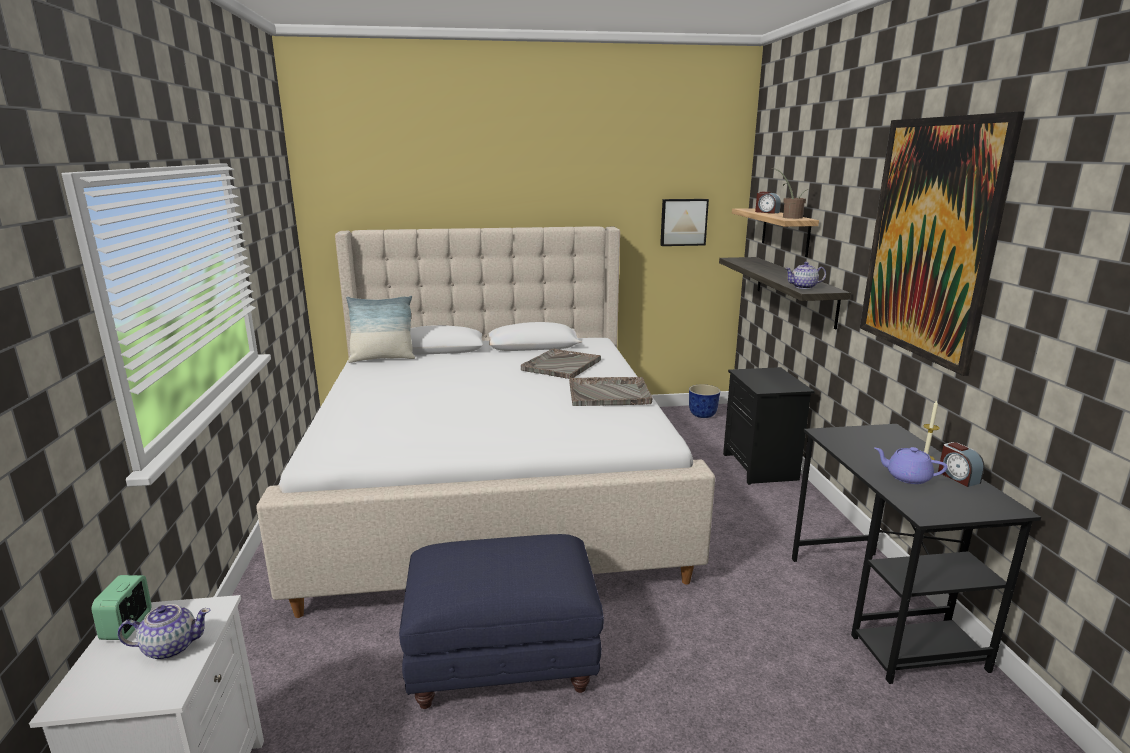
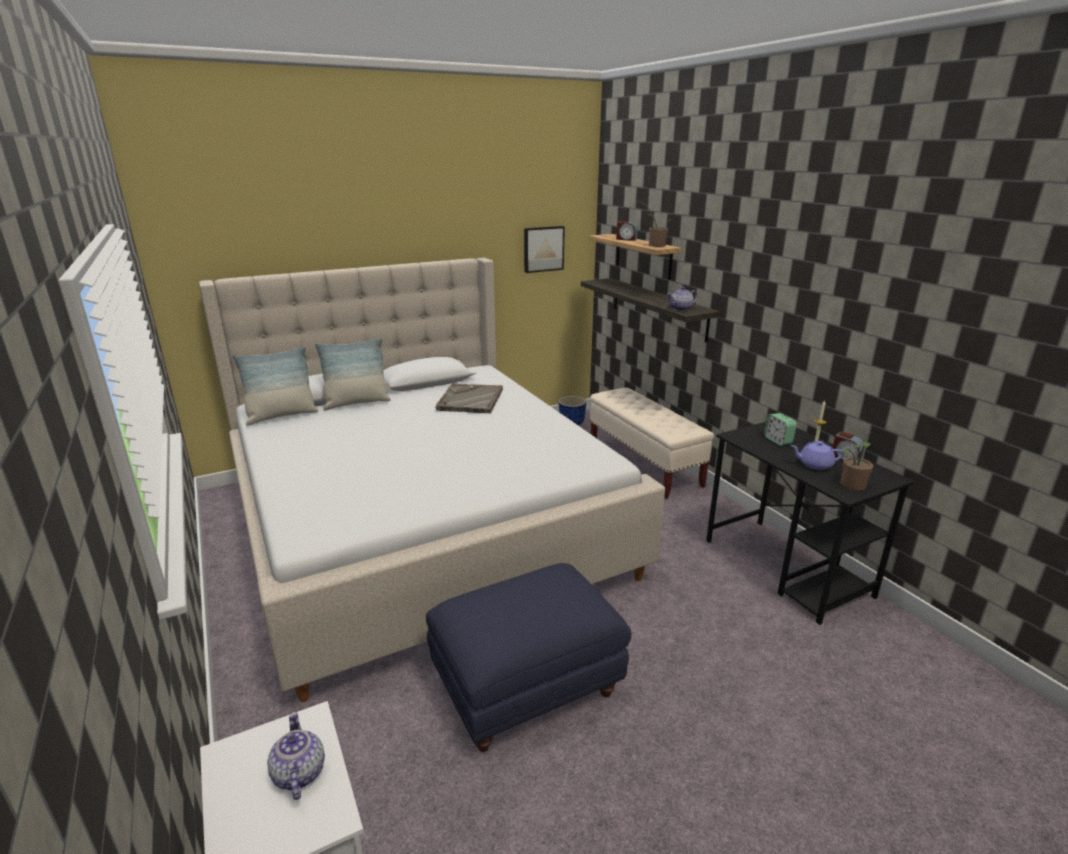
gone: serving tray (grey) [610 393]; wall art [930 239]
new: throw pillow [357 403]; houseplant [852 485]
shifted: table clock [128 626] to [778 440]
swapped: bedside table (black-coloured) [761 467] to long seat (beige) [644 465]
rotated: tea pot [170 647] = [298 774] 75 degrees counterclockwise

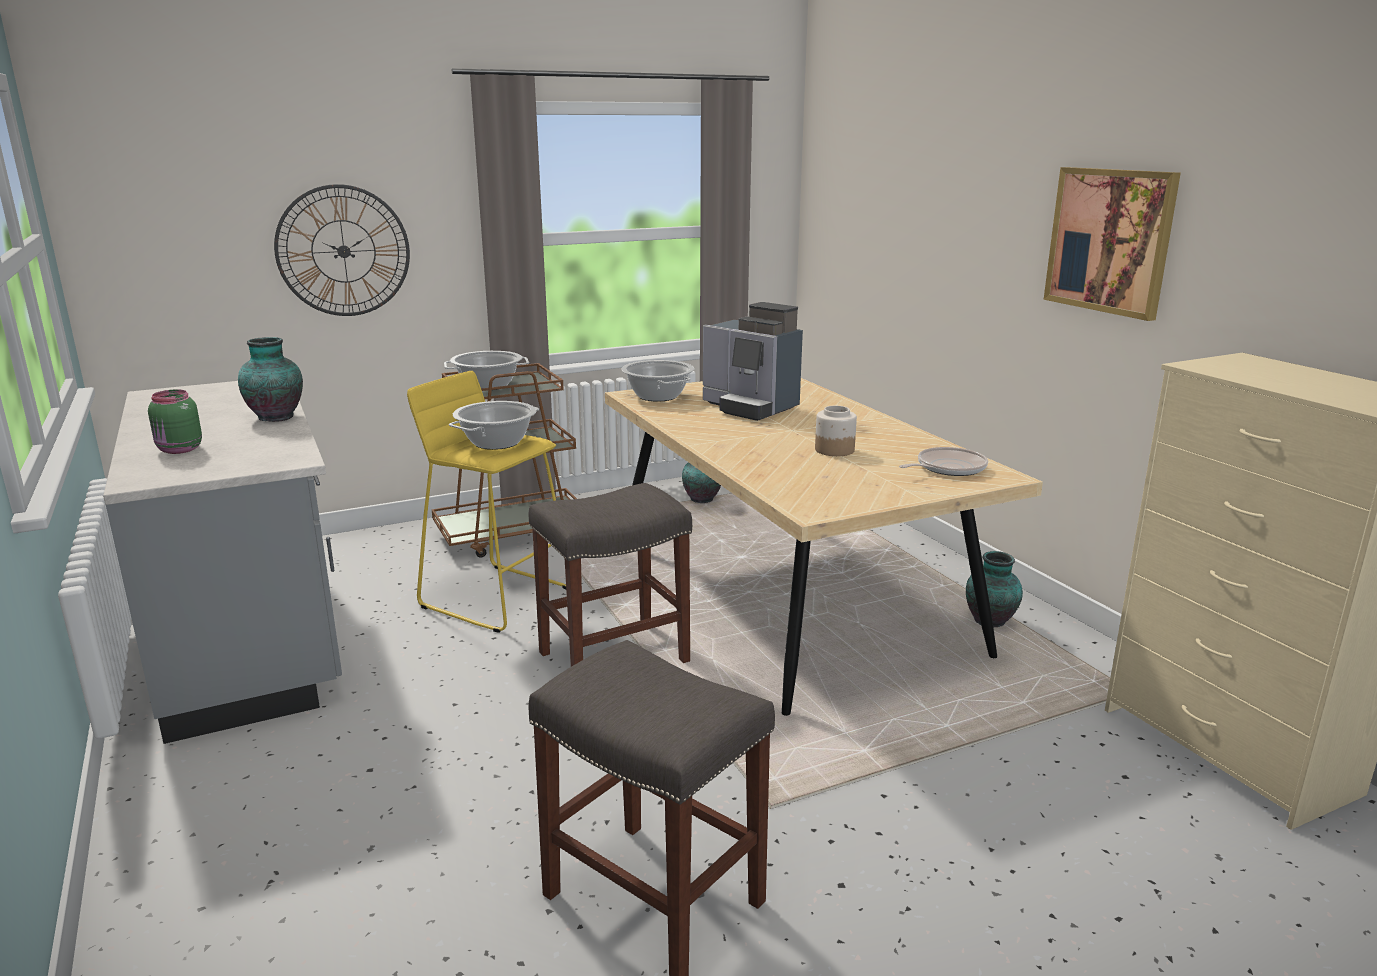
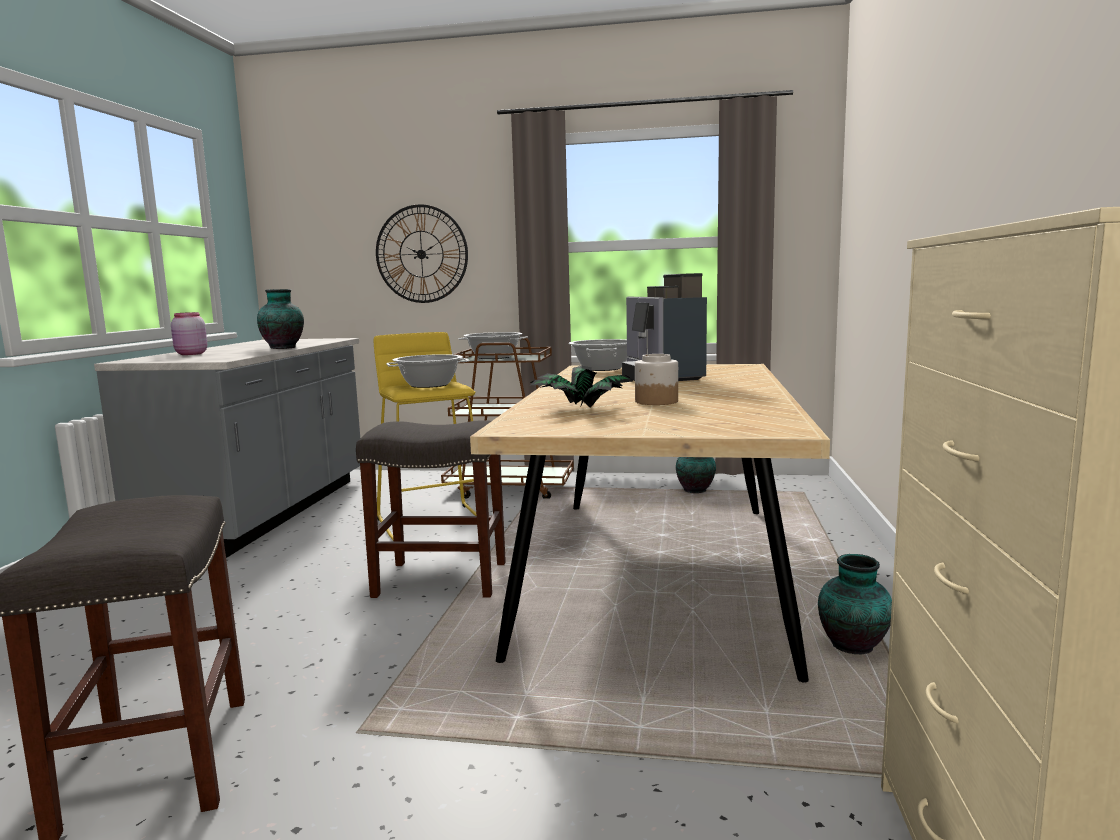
gone: skillet [948 468]; wall art [1110 241]
new: houseplant [581 408]
repainted: storage jar (greenish) [179 450] to storage jar (pinkish) [190 354]

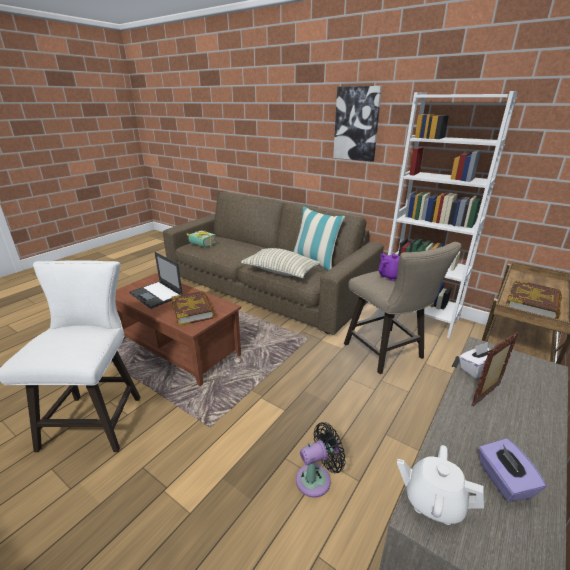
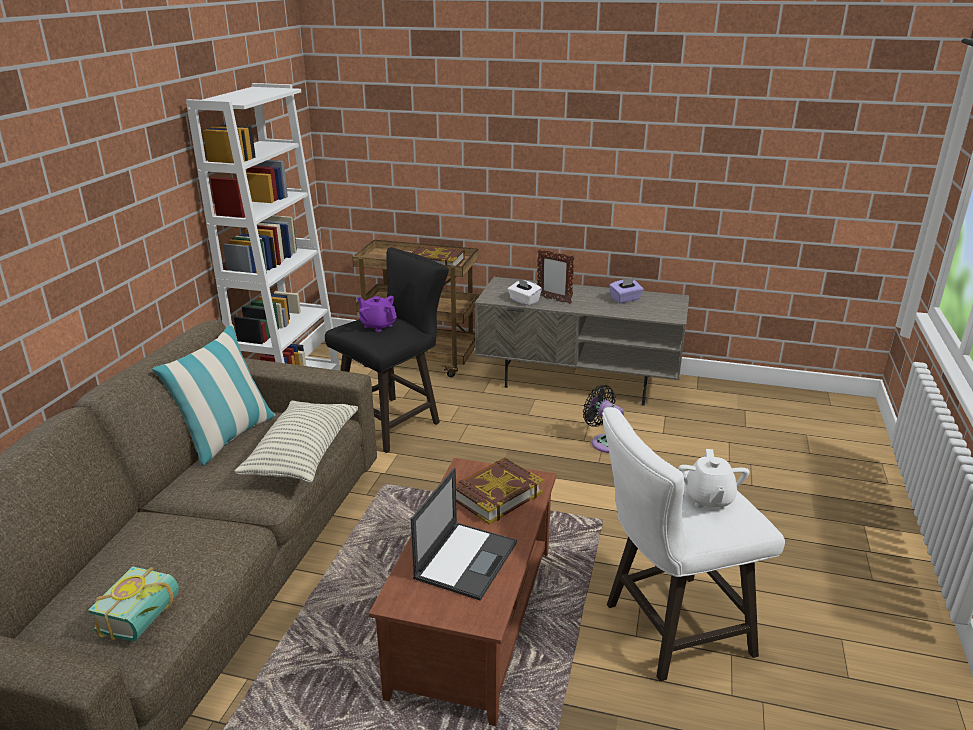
gone: wall art [356 124]
shifted: tea pot (white) [433 501] to [709 498]
repainted: sitting stool (beige) [387 353] to sitting stool (black-coloured) [394 420]

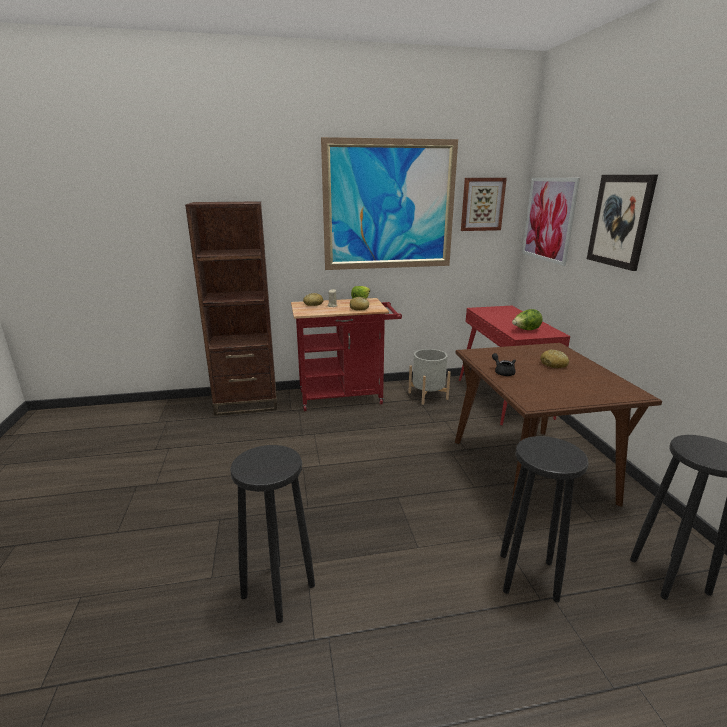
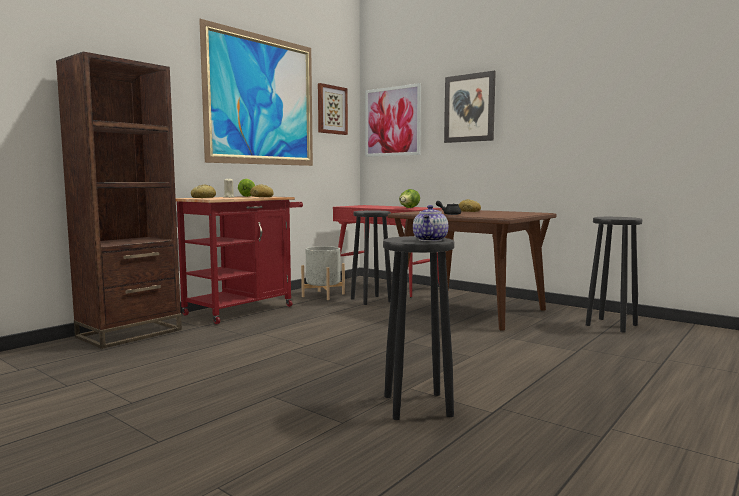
new: tea pot [431 240]
shifted: sitting stool (black-coloured) [529 576] to [371 300]

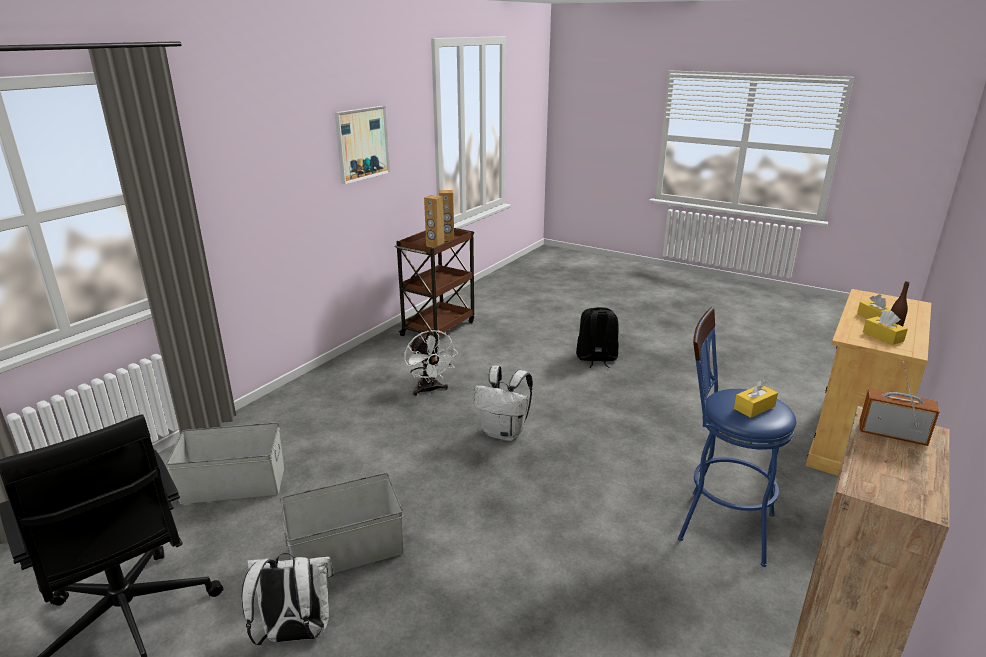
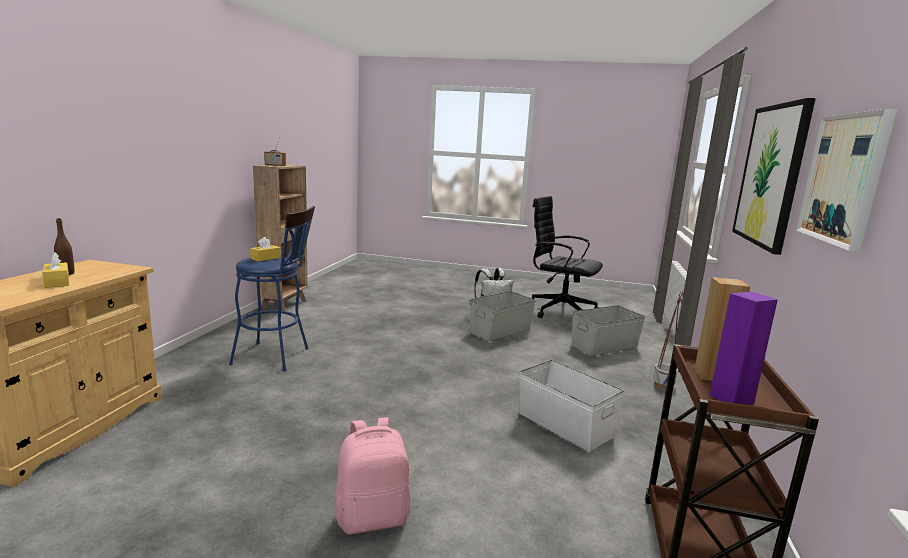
gone: knapsack (white) [504 433]; tissue holder (yellow) [882 337]
new: flower pot [663 385]; wall art [771 175]
swapped: fan (white) [430 390] to storage box (white) [564 425]
repainted: speaker (brown) [447 239] to speaker (purplish) [731 399]; knapsack (black-coloured) [596 359] to knapsack (pinkish) [372 517]

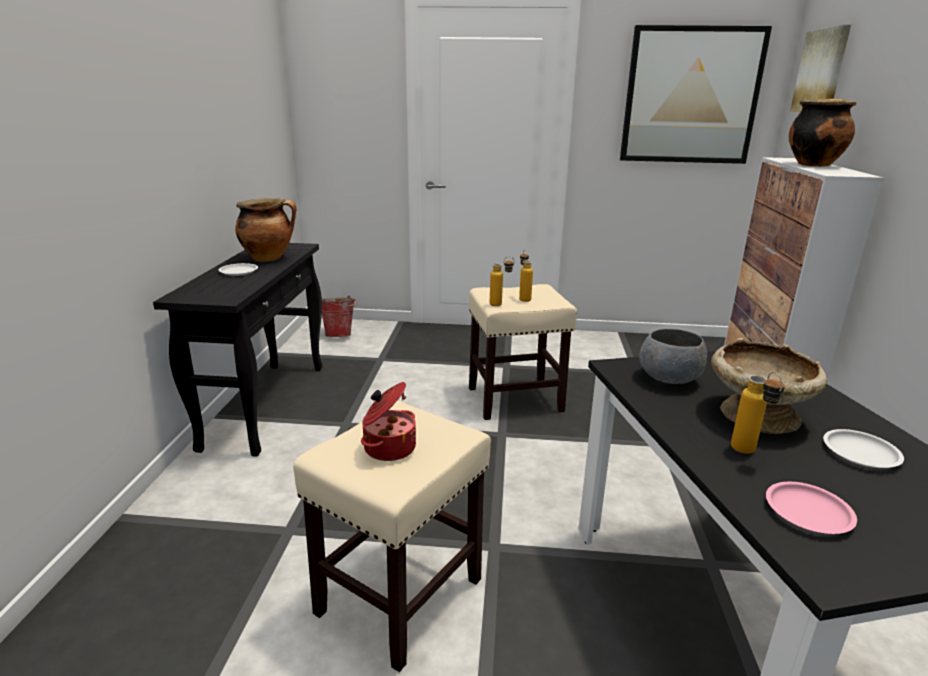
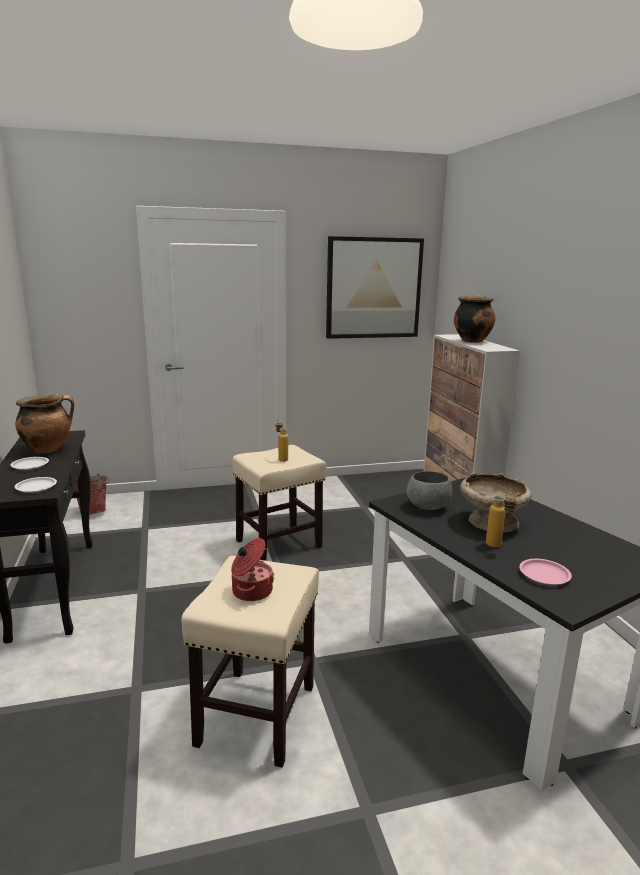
gone: drink bottle [500 305]; wall art [821 71]
shifted: plate (white) [860 453] to [36 487]

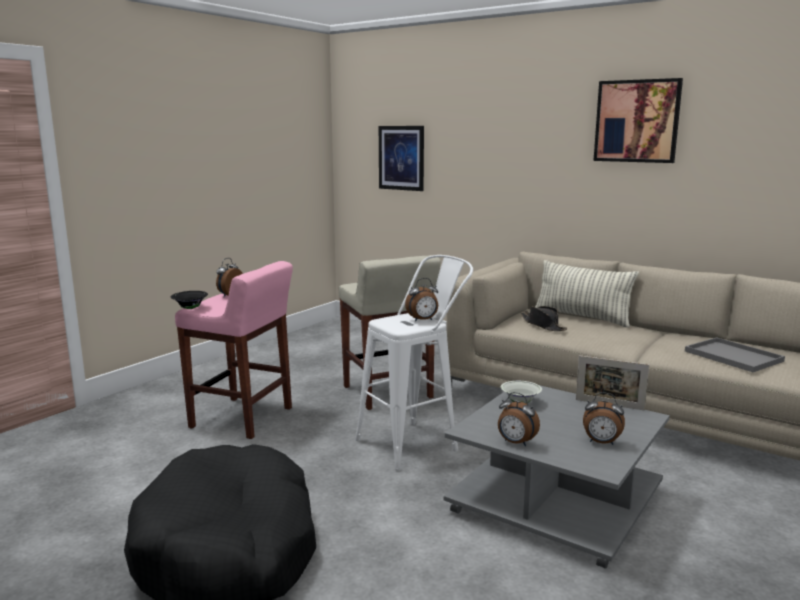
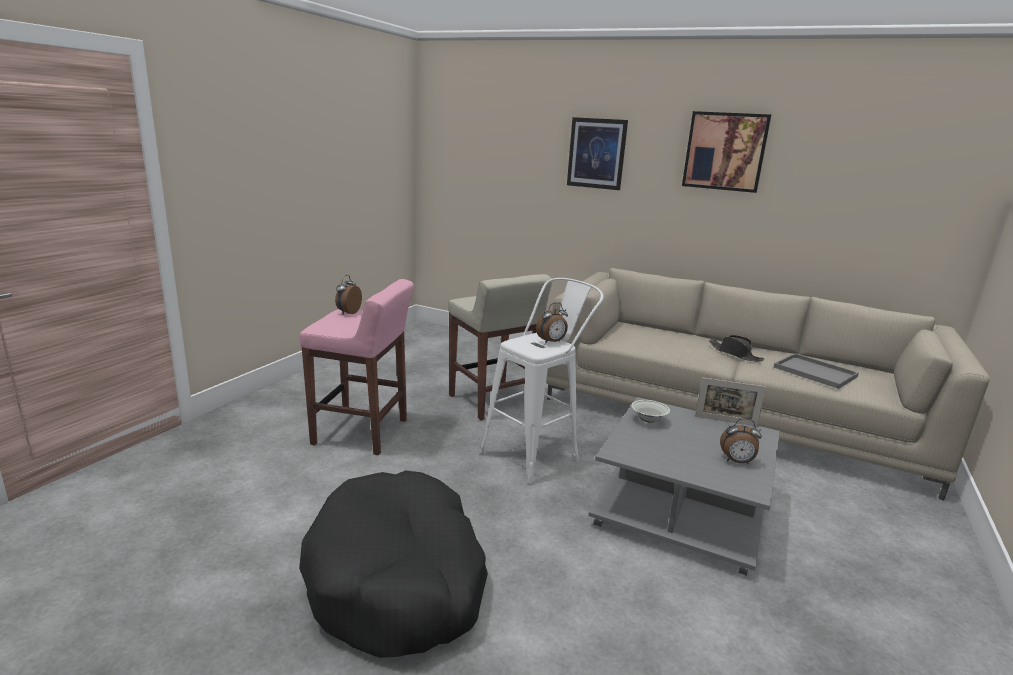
gone: serving bowl (black-coloured) [190 308]; table clock [515 443]; throw pillow [582 318]
shifted: wall art [401 158] to [596 153]; hat (black-coloured) [543 325] to [735 354]

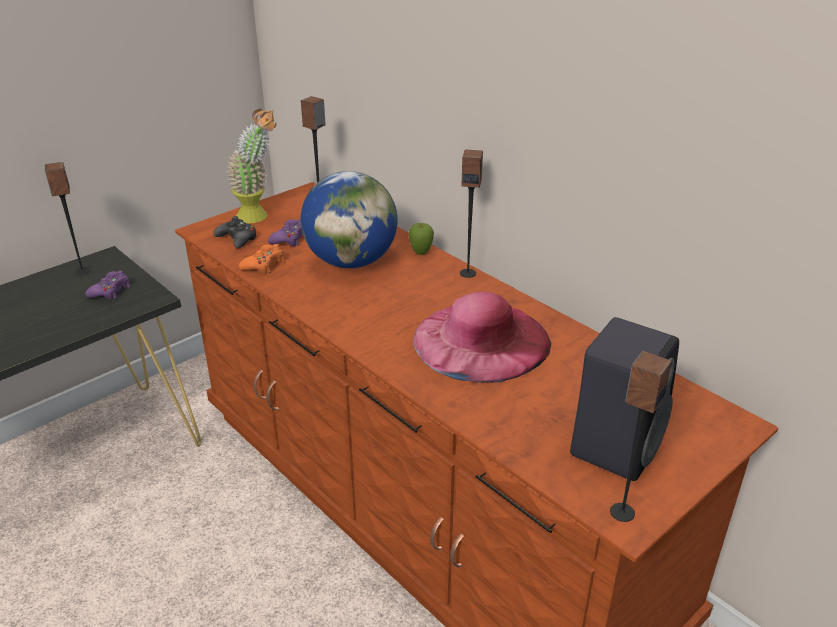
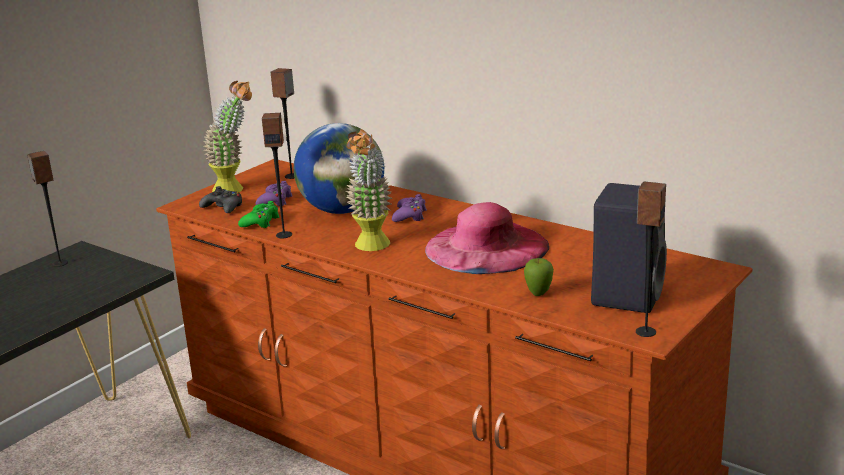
new: houseplant [372 248]
shifted: game controller (purplish) [110 291] to [410 216]; whole apple [421 253] to [538 294]; speaker [468 273] to [284 235]
repainted: game controller (orange-coloured) [264 265] to game controller (greenish) [260 222]

